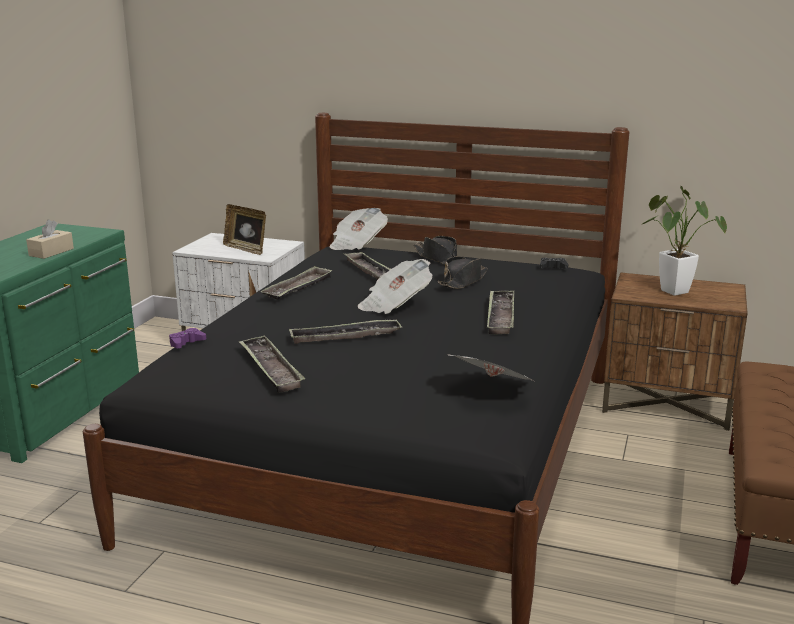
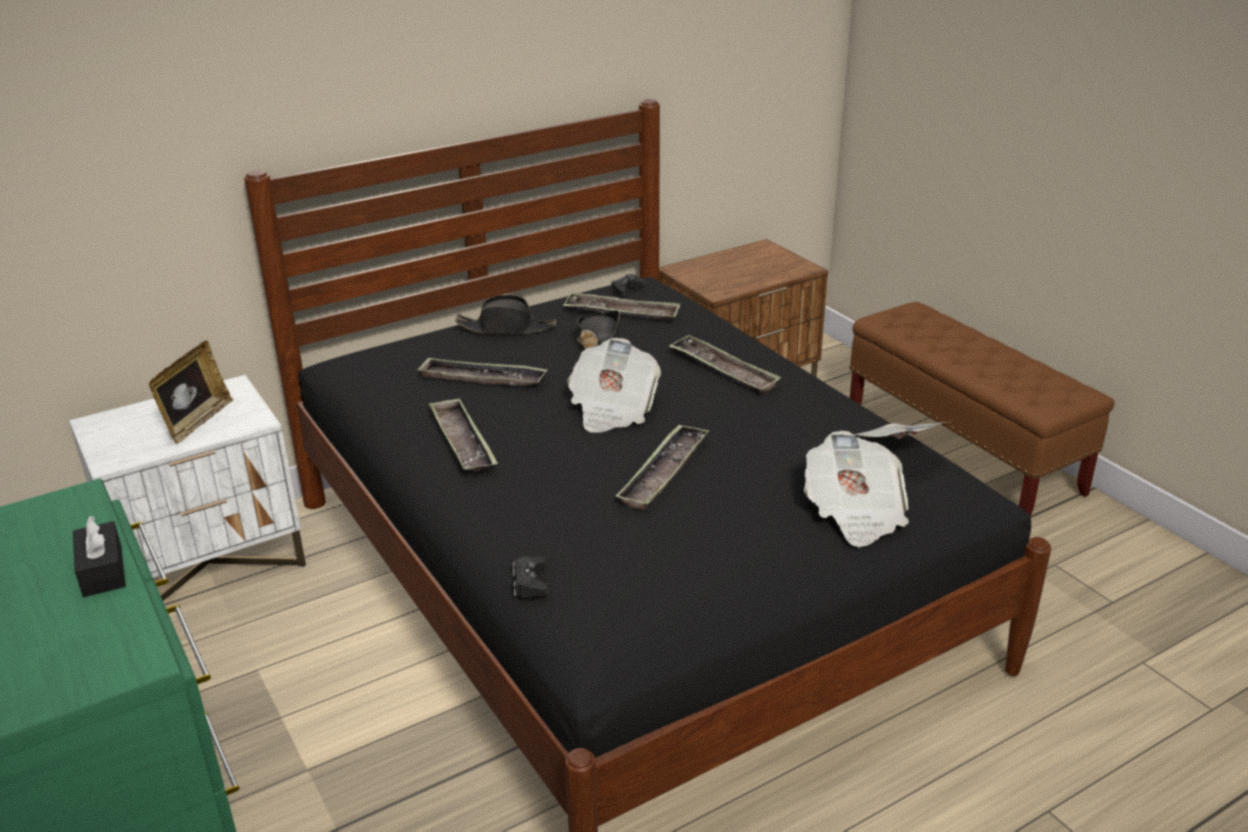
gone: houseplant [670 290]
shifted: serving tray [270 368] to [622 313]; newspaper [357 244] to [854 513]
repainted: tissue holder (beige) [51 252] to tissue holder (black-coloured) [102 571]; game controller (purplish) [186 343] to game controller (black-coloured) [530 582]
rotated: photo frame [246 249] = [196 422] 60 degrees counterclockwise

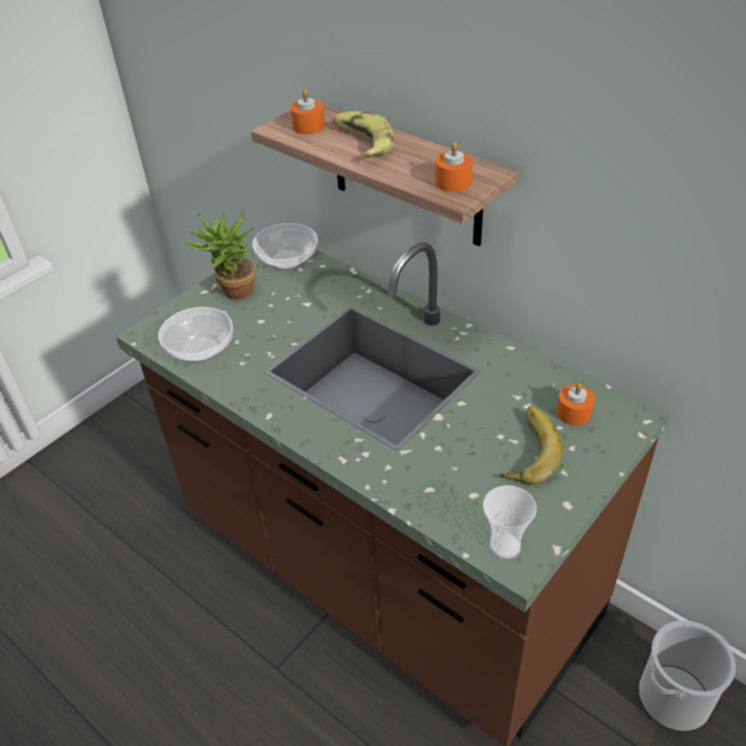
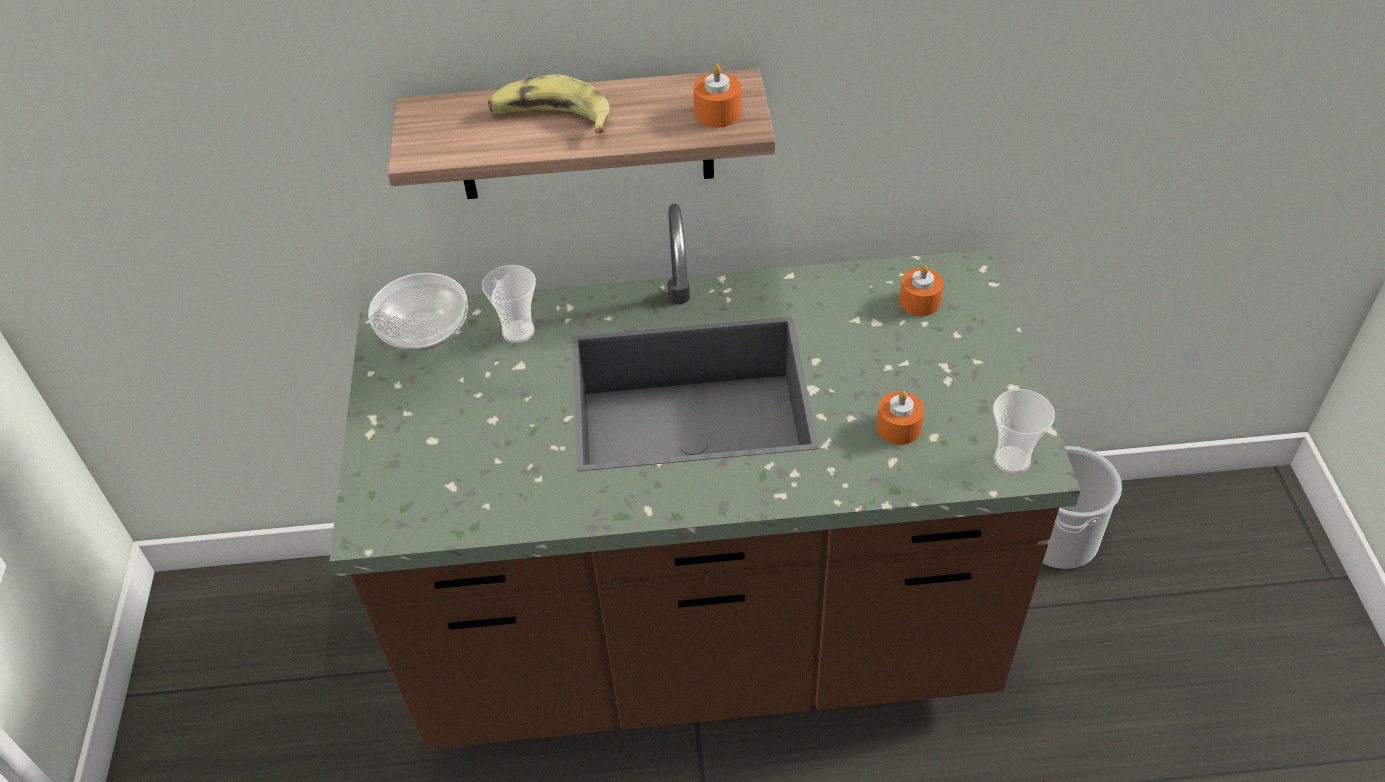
gone: serving bowl [200 349]; houseplant [233 293]; banana [526 450]
new: cup [518 331]
shifted: wax candle (orange-coloured) [308 126] to [898 427]

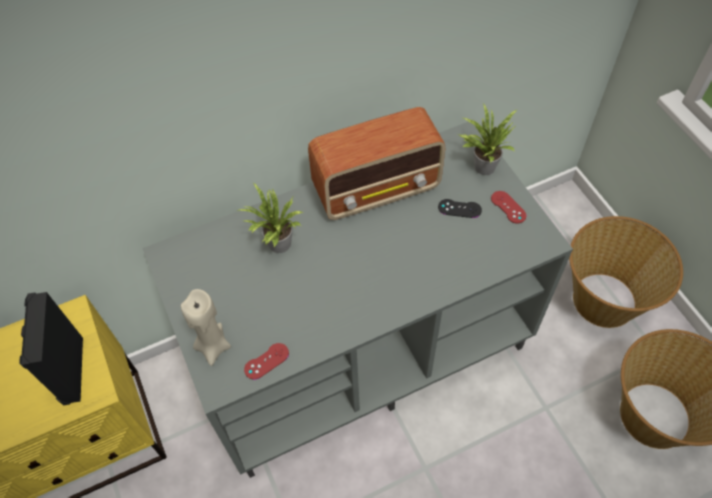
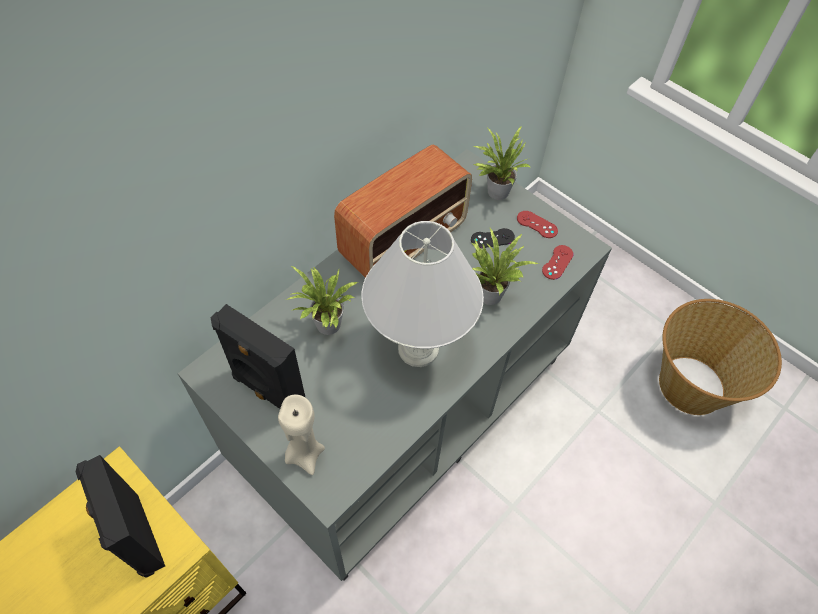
gone: basket [604 299]
new: speaker (black-coloured) [268 391]; tabletop lamp (white) [418 348]; houseplant [490 292]
shifted: game controller (reddish) [266 361] to [557 262]

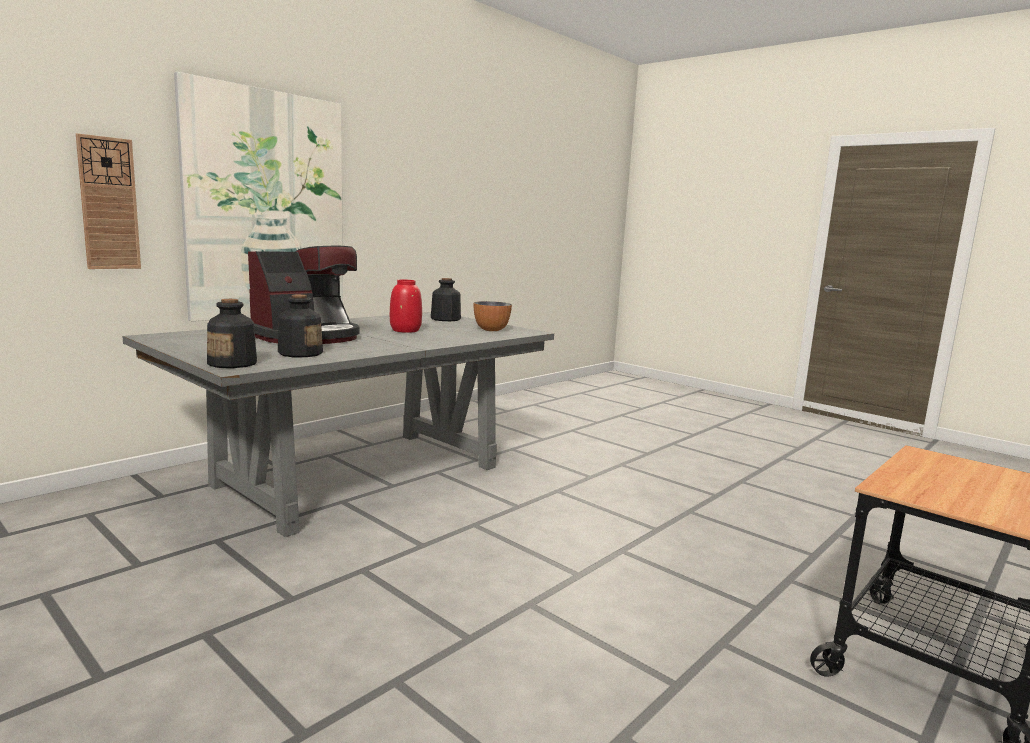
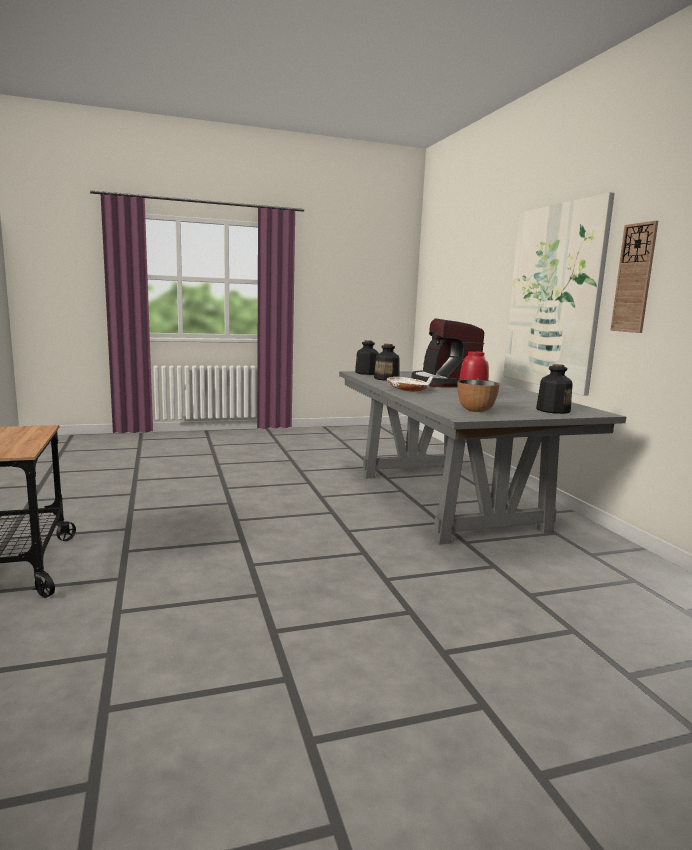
new: serving bowl (white) [408 390]
shifted: wall clock [109 204] to [634 278]

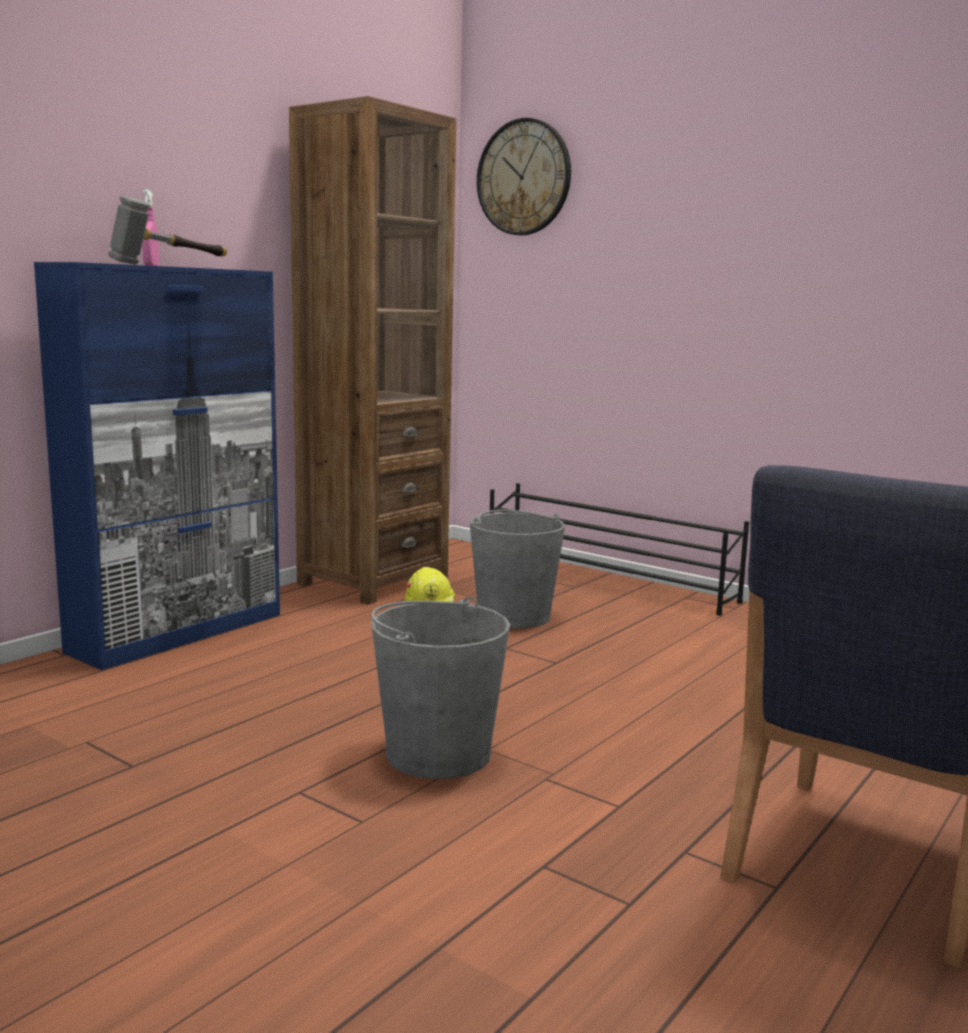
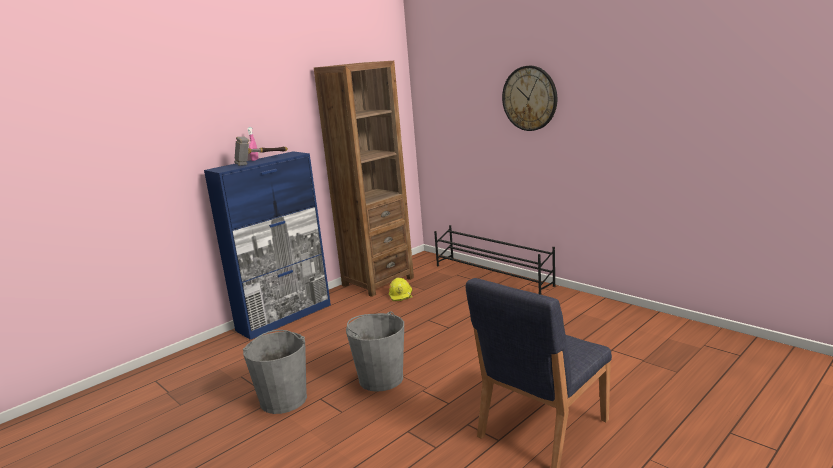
shifted: bucket (grey) [513 616] to [283 399]; wall clock [524 177] to [529 98]

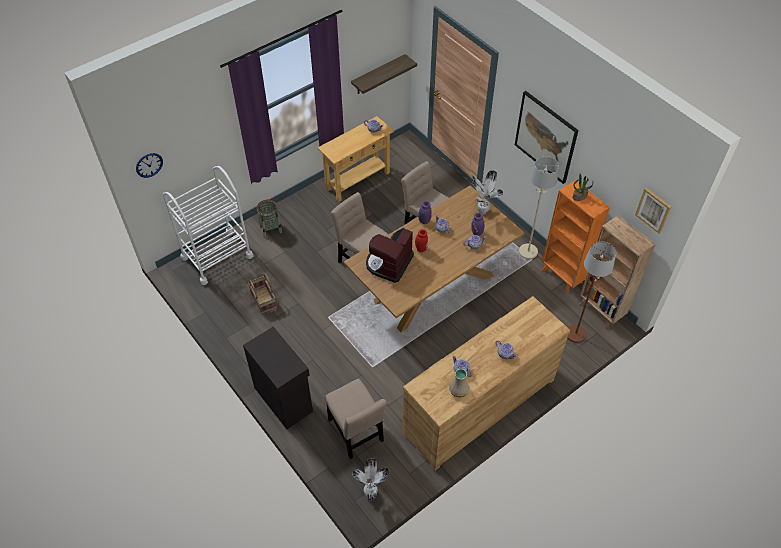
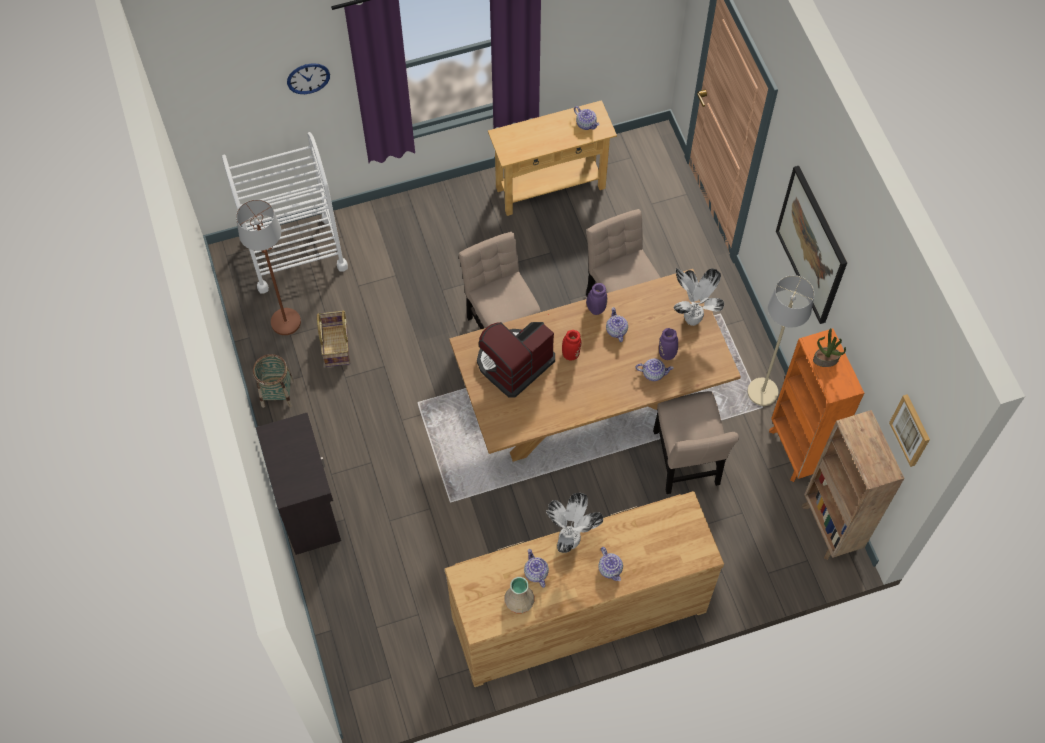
gone: bracket shelf [378 75]
shifted: wall clock [149 165] to [308 78]; basket [270 228] to [277 393]; upright chair (beige) [356 433] to [686 462]; houseplant [371 494] to [570 543]; floor lamp (brown) [575 334] to [285 322]

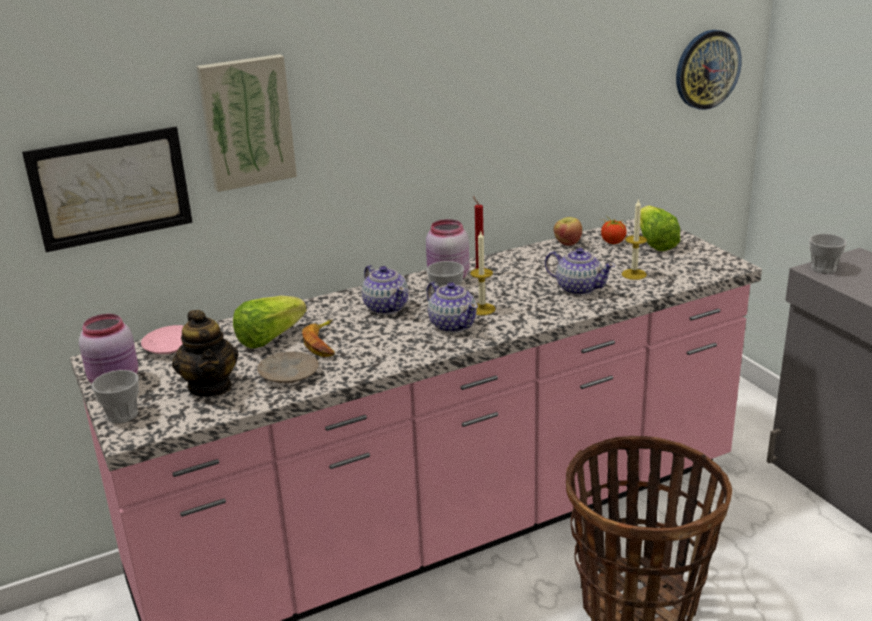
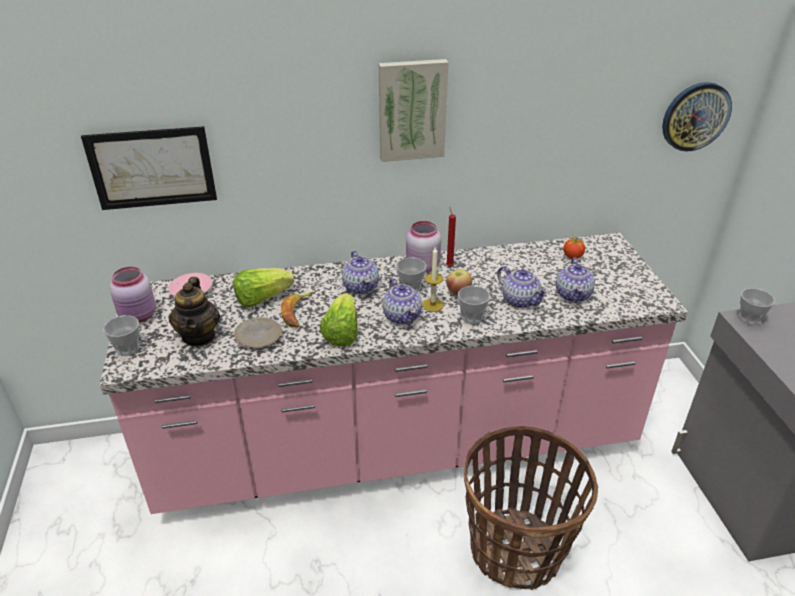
new: cup [472 317]
shifted: wall art [246 122] to [411 110]; whole apple [567 243] to [458 292]; lettuce head [654 243] to [342 332]
swapped: wax candle [634 274] to tea pot [573 295]

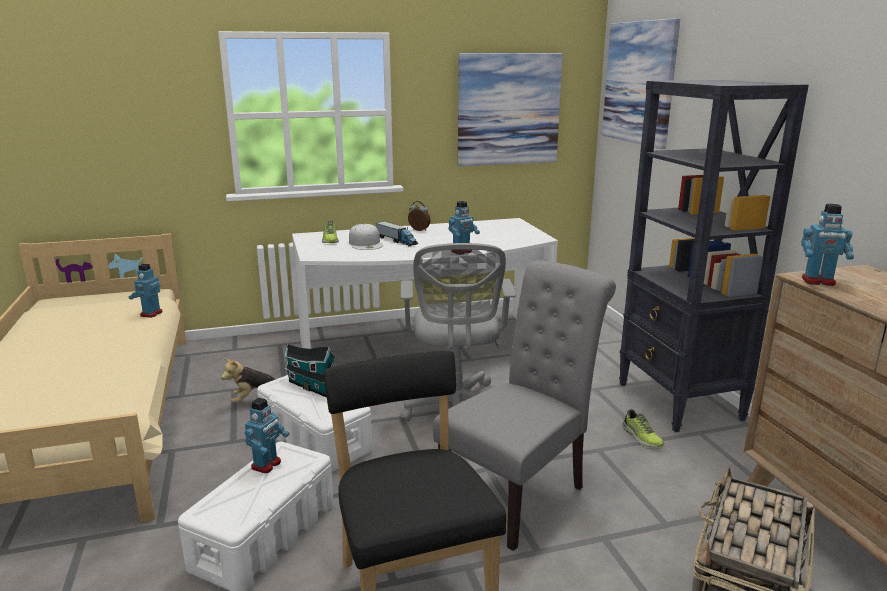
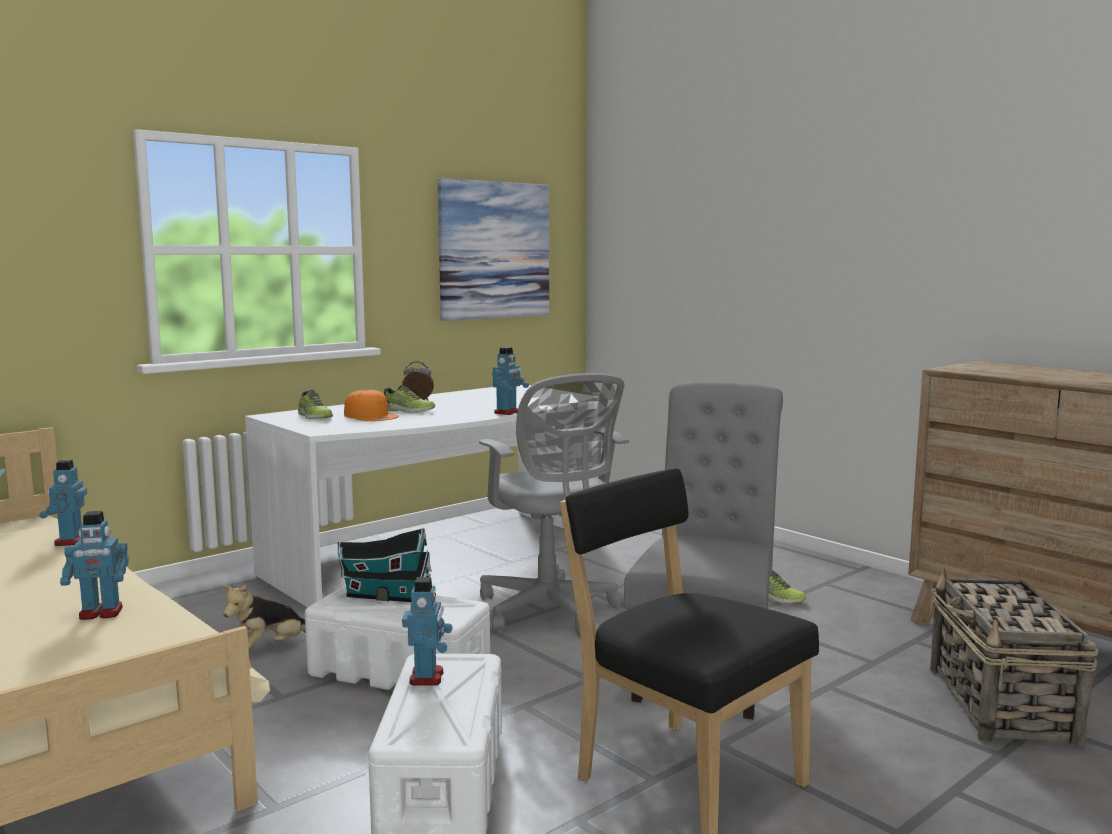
gone: wall art [639 83]; bookshelf (black-coloured) [679 402]
shifted: robot figure [818 281] to [100 613]
swapped: toy lorry [396 241] to shoe [407 410]
repainted: cap (white) [366 244] to cap (orange-coloured) [371 416]

